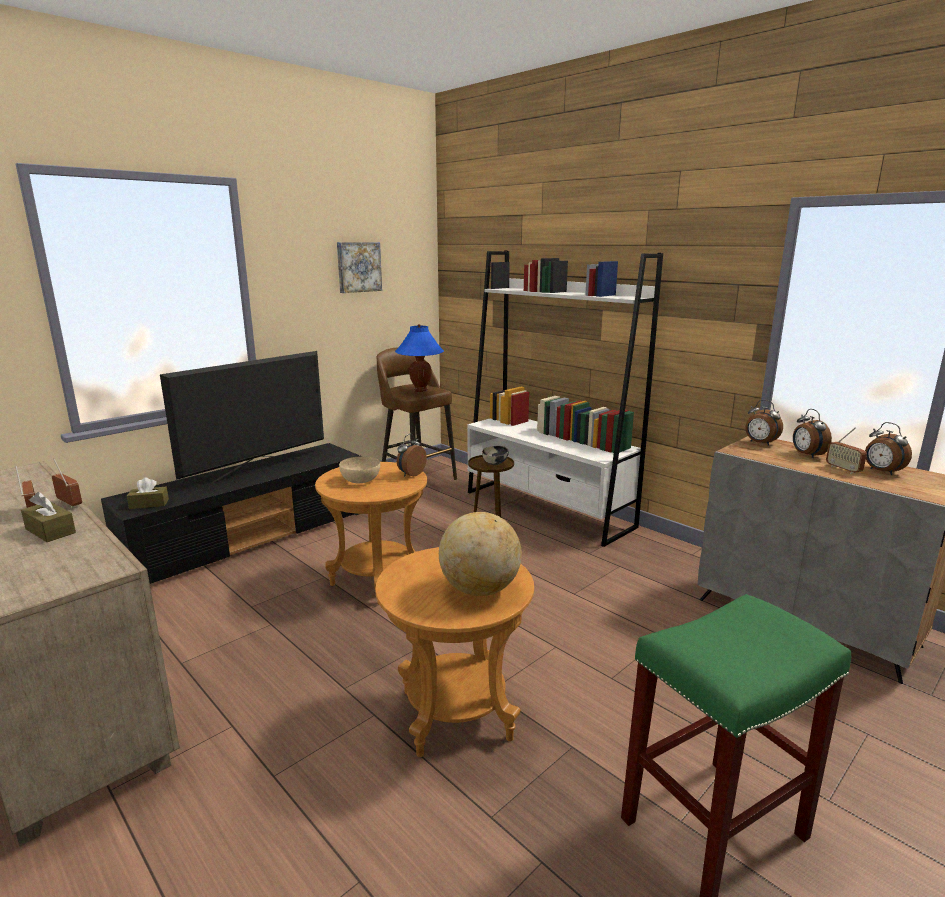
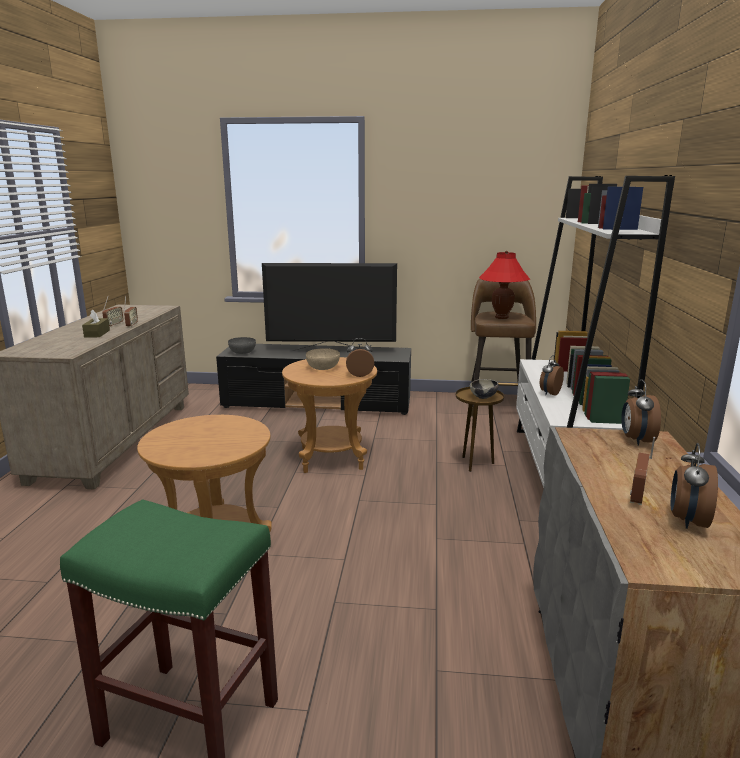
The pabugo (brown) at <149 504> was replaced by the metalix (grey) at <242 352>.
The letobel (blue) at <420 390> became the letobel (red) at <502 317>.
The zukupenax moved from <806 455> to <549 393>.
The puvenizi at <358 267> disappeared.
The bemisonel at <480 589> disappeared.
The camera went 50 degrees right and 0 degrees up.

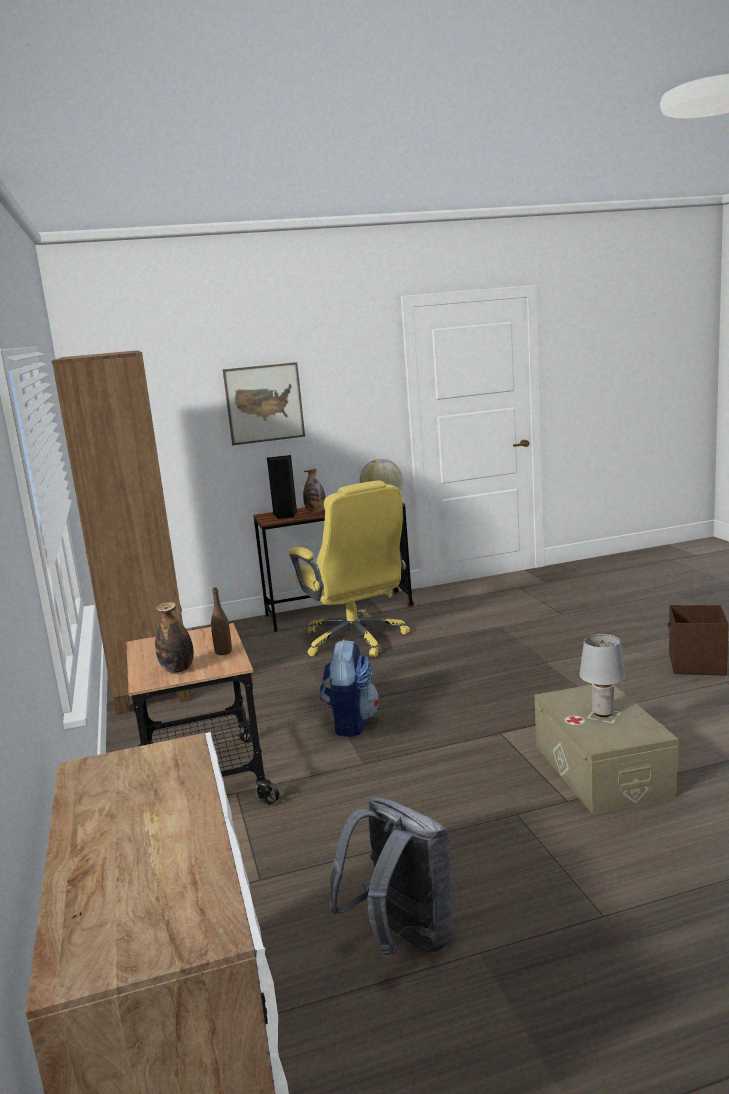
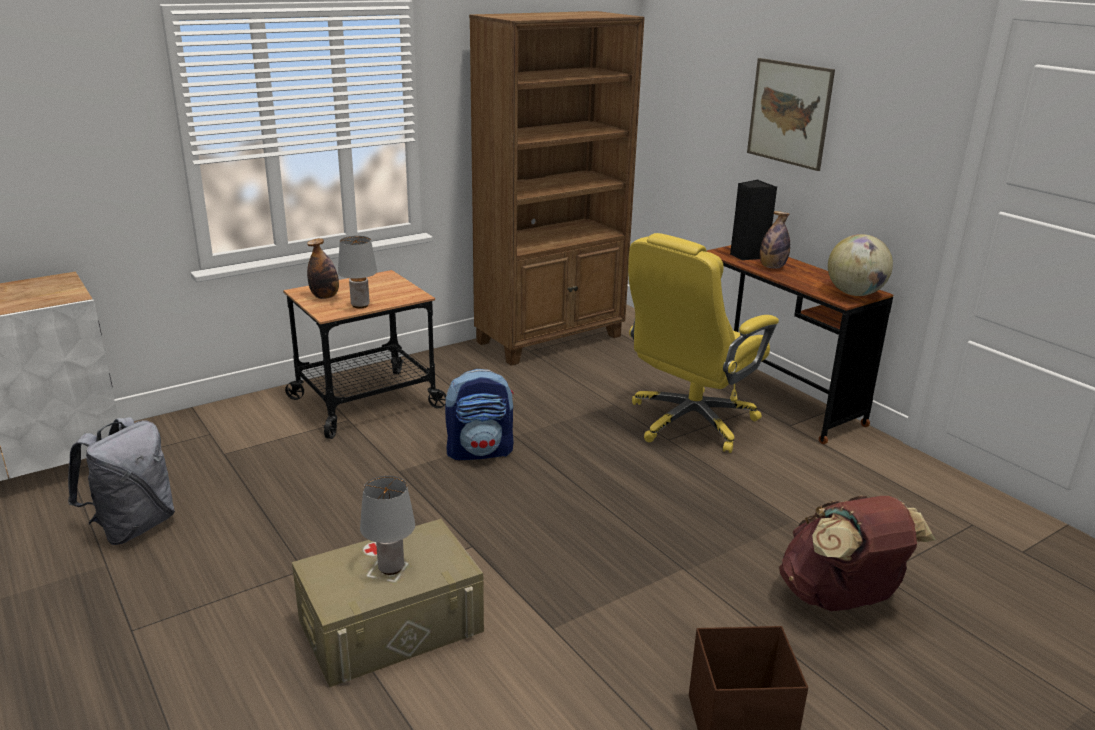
The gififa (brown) at <223 652> was replaced by the letobel (grey) at <360 305>.
The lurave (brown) at <840 599> appeared.
The camera went 70 degrees right and 10 degrees up.

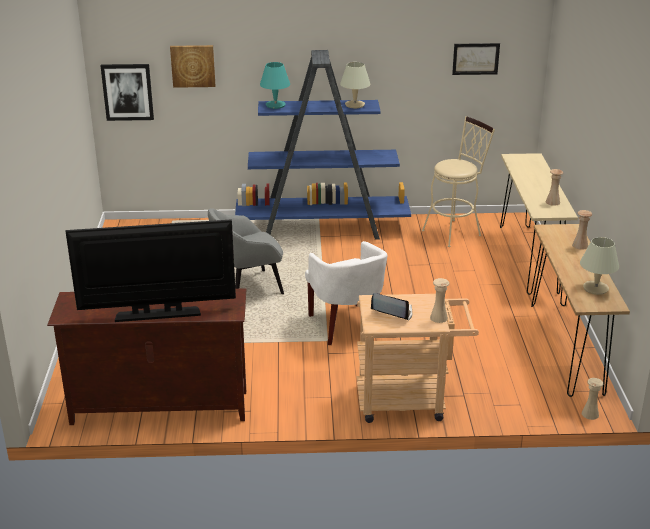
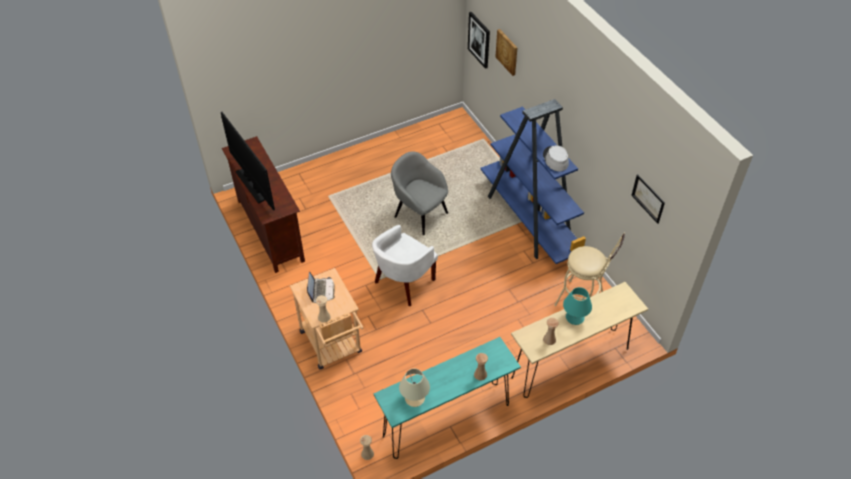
The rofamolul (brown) at <566 348> became the rofamolul (turquoise) at <446 420>.
The letobel (beige) at <355 105> was replaced by the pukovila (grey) at <555 159>.
The letobel (turquoise) moved from <275 105> to <574 317>.
The camera went 65 degrees right and 20 degrees up.

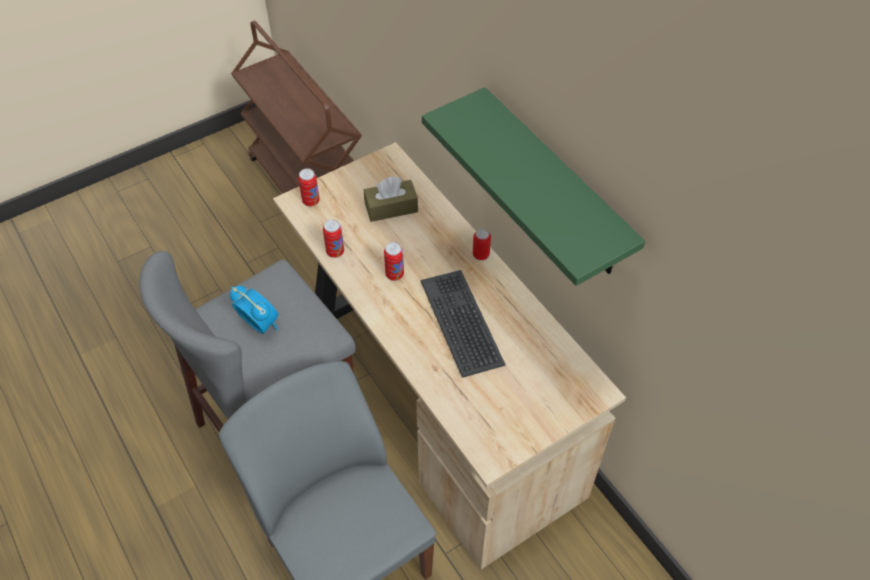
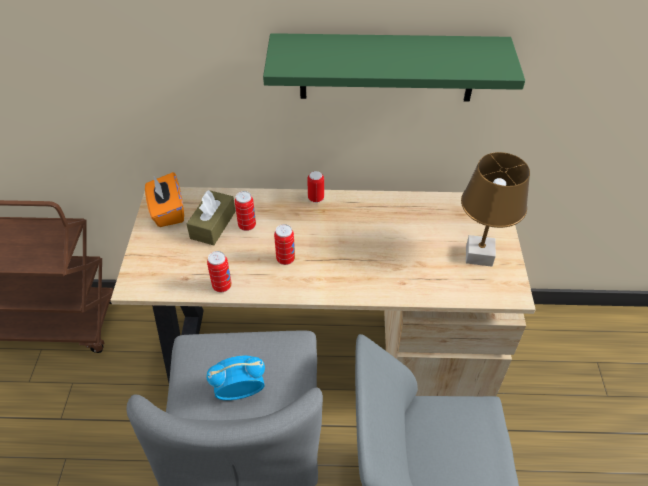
The pabugo (orange) at <167 211> appeared.
The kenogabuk moved from <311 201> to <247 226>.
The letobel (brown) at <478 256> appeared.
The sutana at <462 322> disappeared.
The camera went 55 degrees left and 5 degrees down.

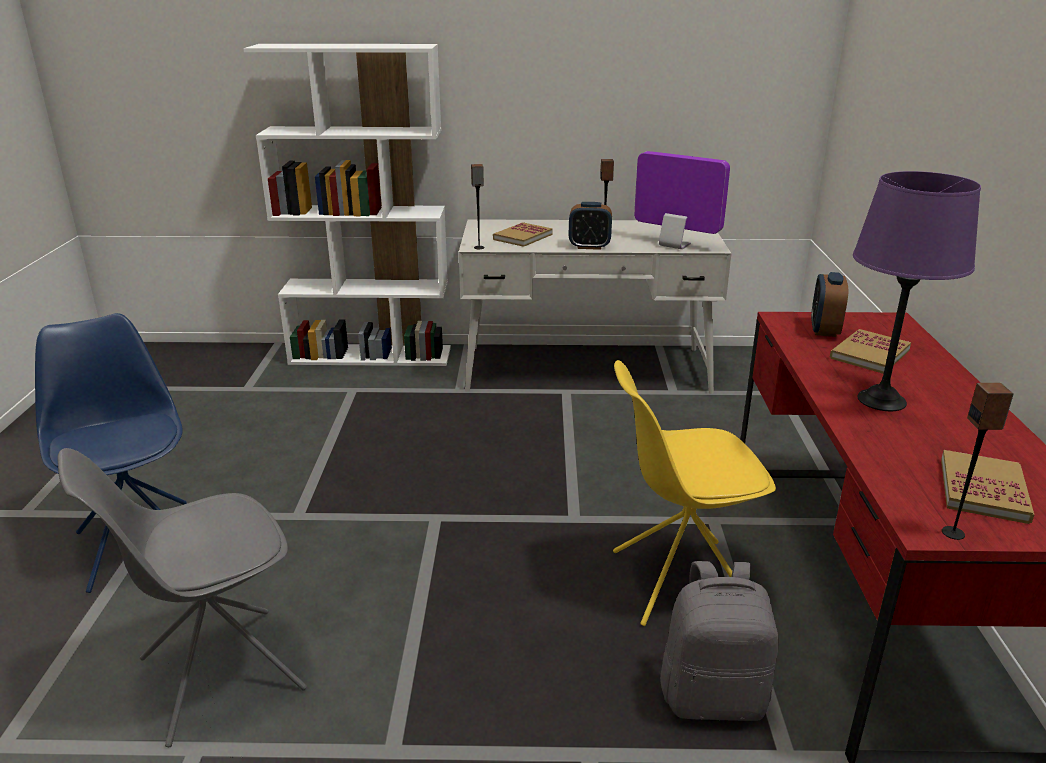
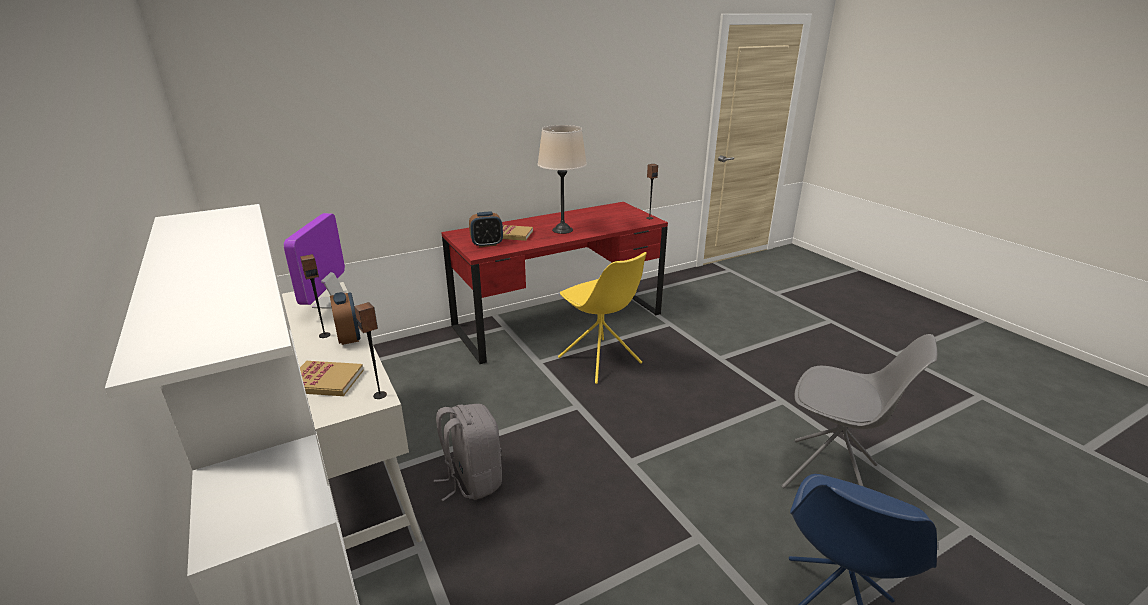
The lurave (grey) moved from <713 696> to <472 480>.
The letobel (purple) at <881 400> became the letobel (beige) at <562 230>.
The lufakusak at <983 490> disappeared.
The camera went 120 degrees left and 0 degrees up.

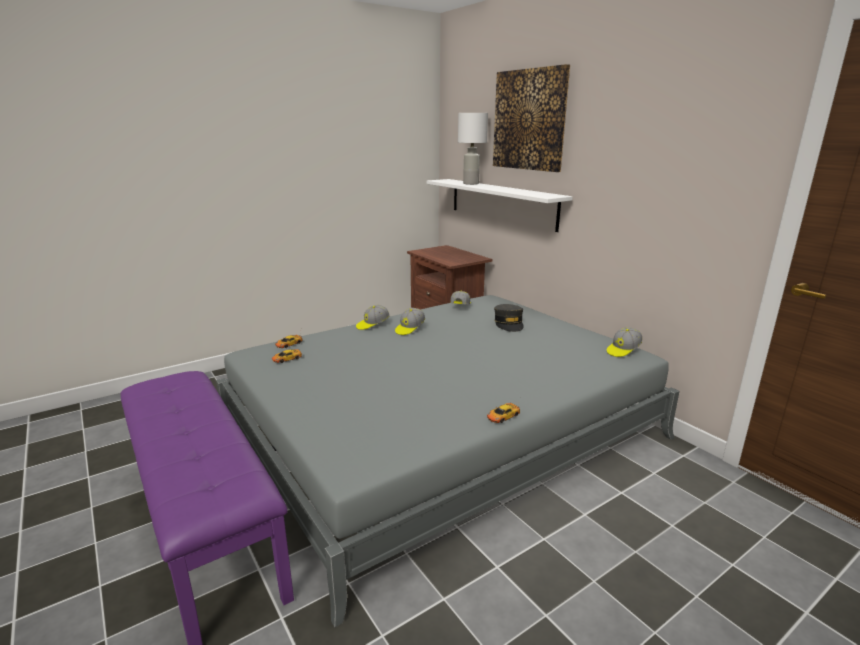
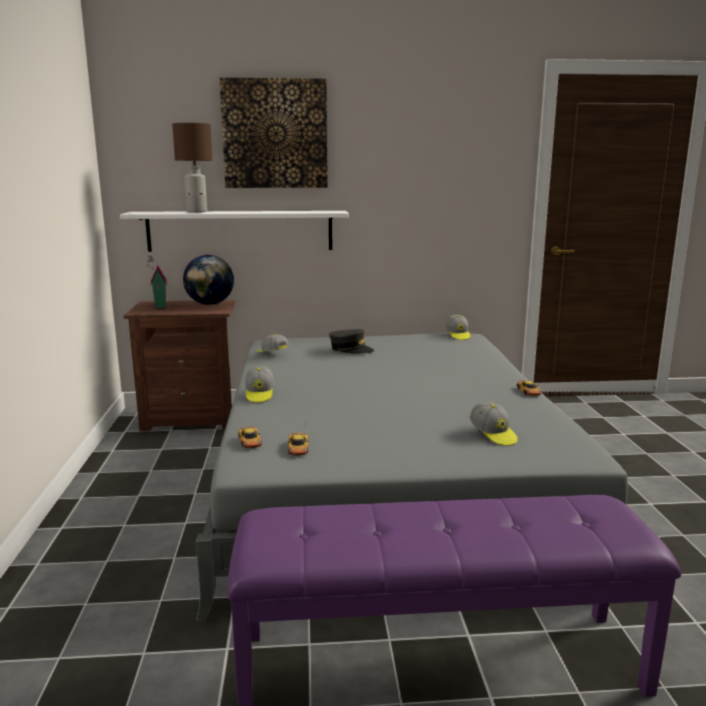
The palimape at <159 306> appeared.
The letobel (white) at <471 184> became the letobel (brown) at <197 212>.
The bemisonel at <210 304> appeared.
The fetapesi moved from <409 329> to <493 435>.
The camera went 60 degrees left and 5 degrees down.

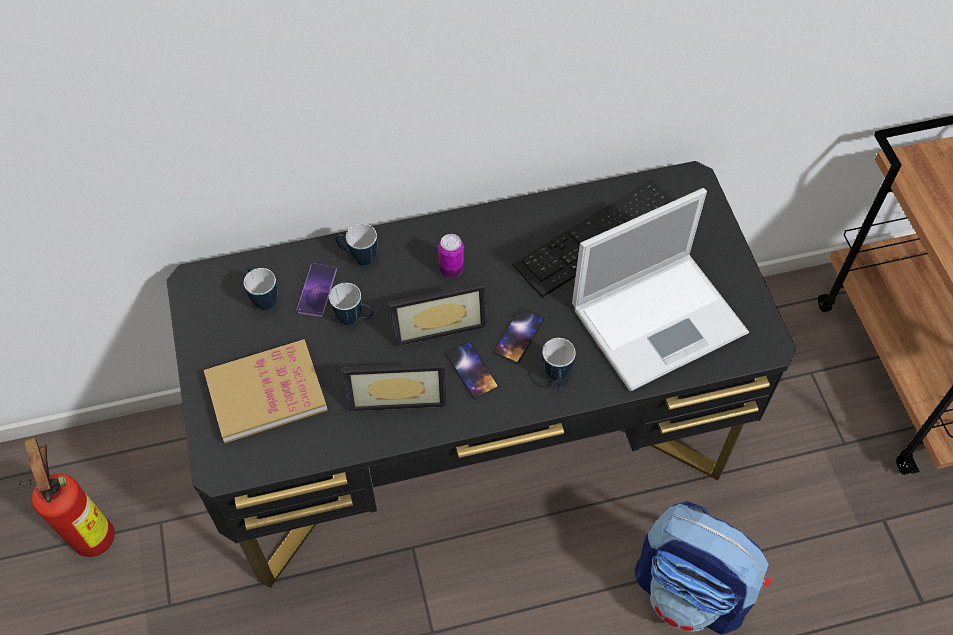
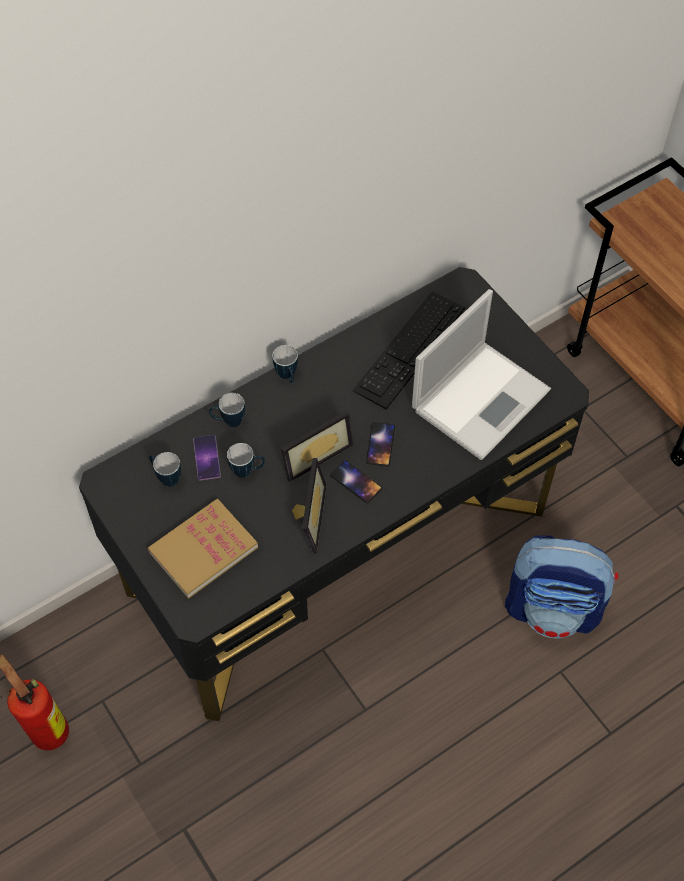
The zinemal moved from <556 378> to <287 377>.
The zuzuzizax at <397 393> turned 60 degrees counterclockwise.
The kenogabuk at <451 269> disappeared.
The camera went 20 degrees left and 0 degrees up.

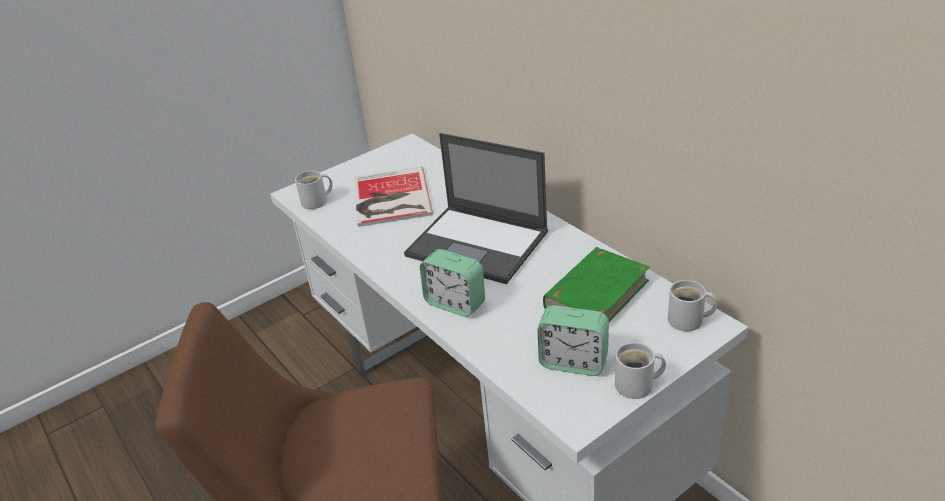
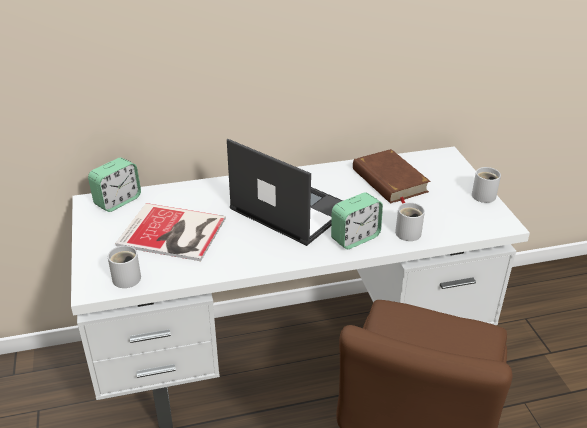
The zukupenax moved from <573 362> to <118 201>.
The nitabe at <479 244> turned 105 degrees counterclockwise.
The lufakusak (green) at <595 294> became the lufakusak (brown) at <389 181>.
The zinemal (white) moved from <689 321> to <410 232>.
The camera went 70 degrees left and 0 degrees up.

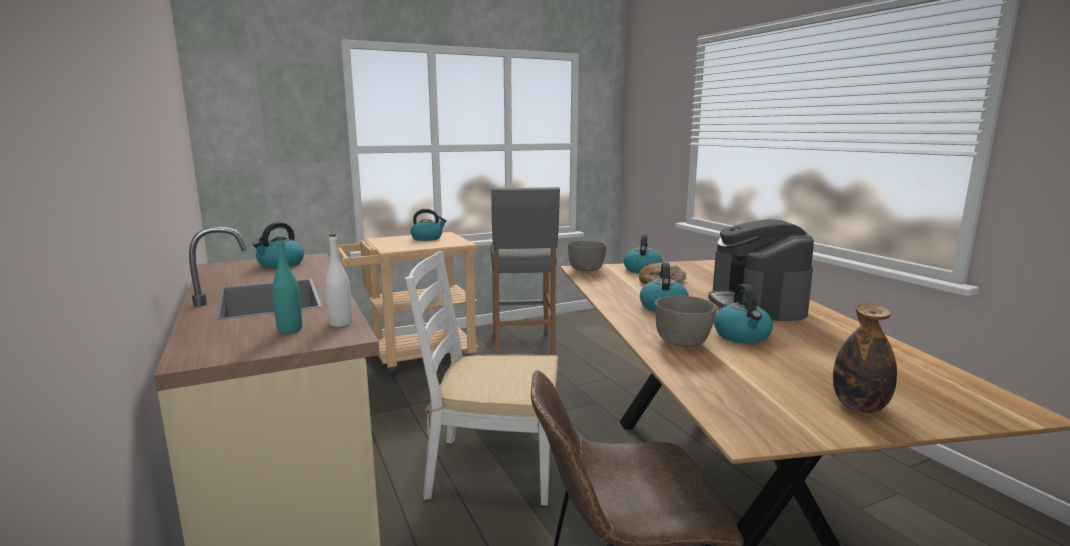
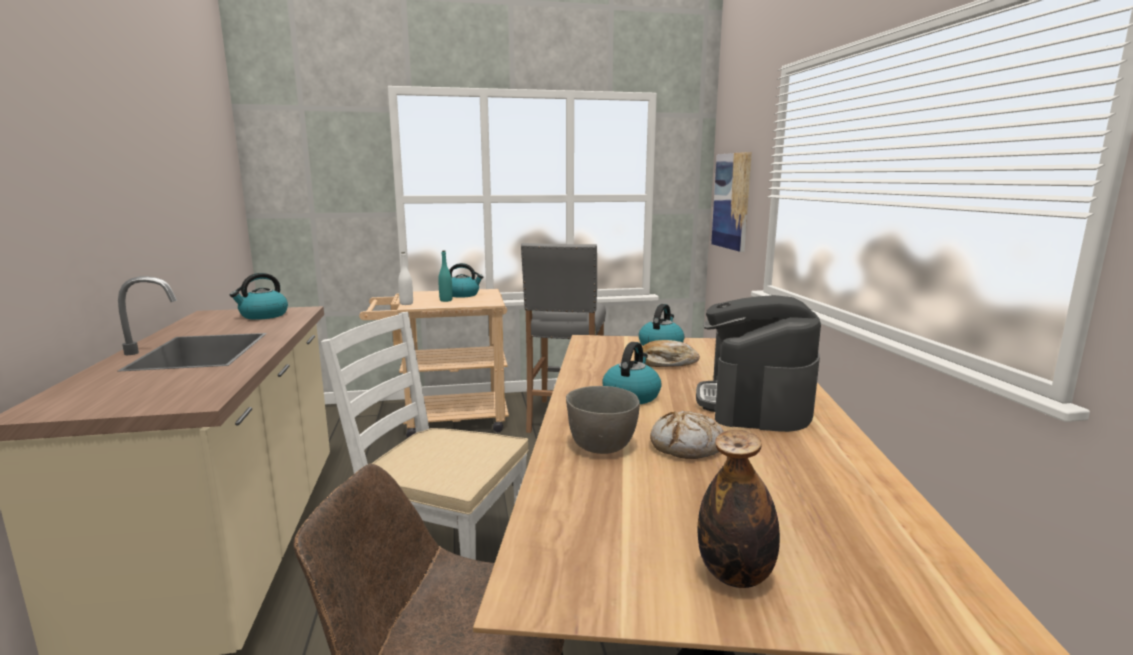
The gififa (white) moved from <340 323> to <406 304>.
The gififa (turquoise) moved from <290 330> to <446 300>.
The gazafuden at <742 336> was replaced by the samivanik at <687 446>.
The puvenizi at <731 201> appeared.
The metalix (grey) at <586 269> disappeared.
The camera went 15 degrees right and 0 degrees up.

